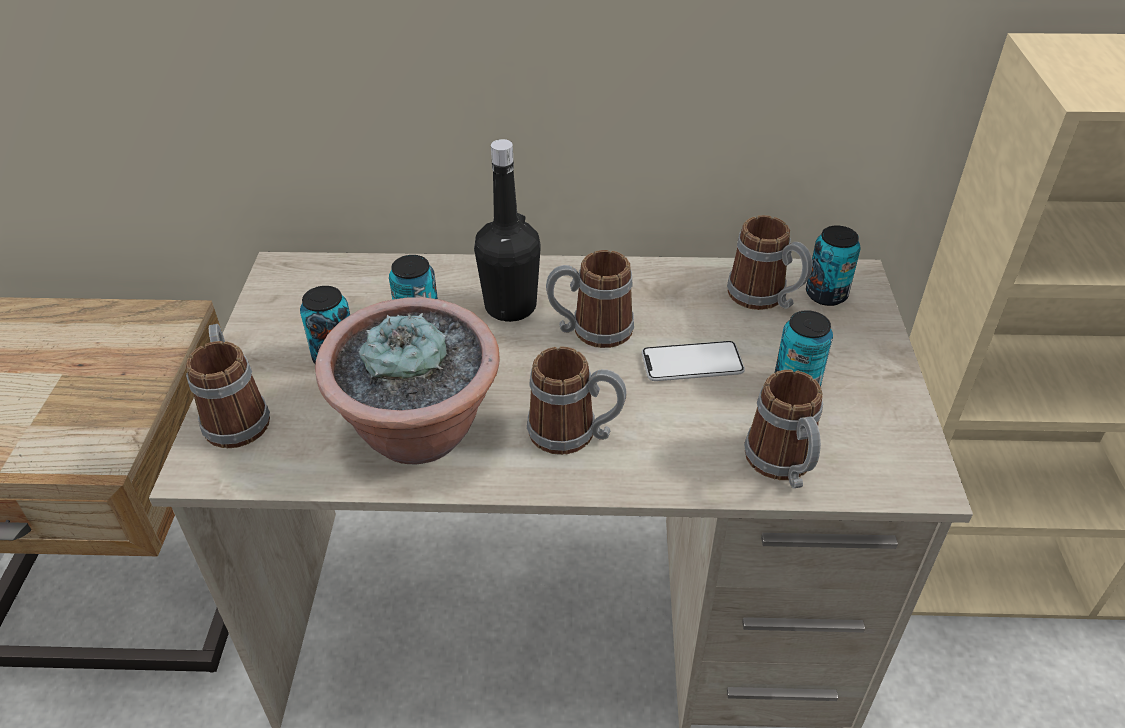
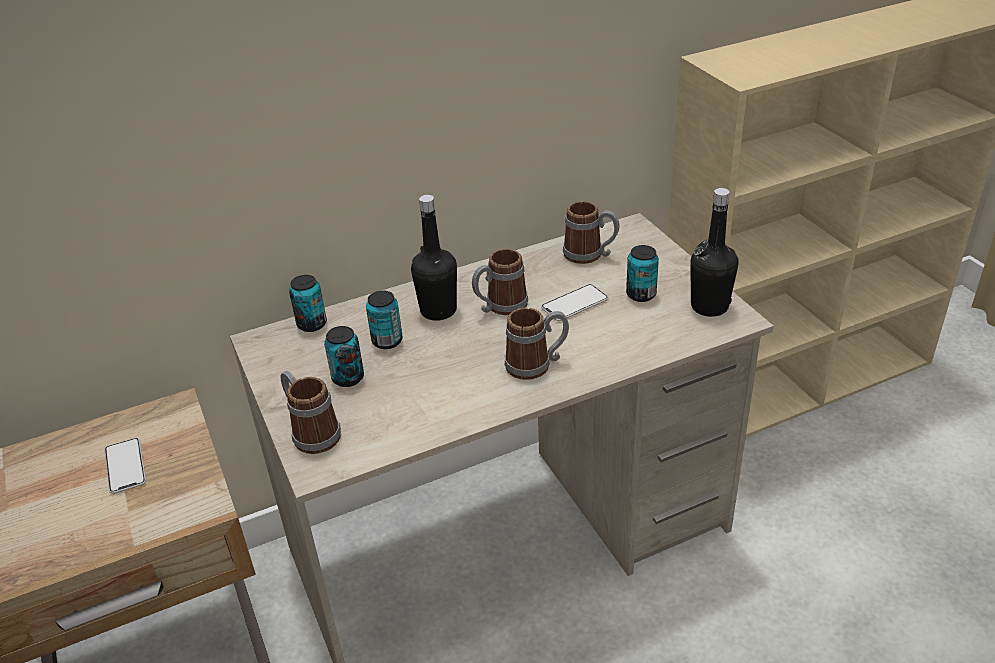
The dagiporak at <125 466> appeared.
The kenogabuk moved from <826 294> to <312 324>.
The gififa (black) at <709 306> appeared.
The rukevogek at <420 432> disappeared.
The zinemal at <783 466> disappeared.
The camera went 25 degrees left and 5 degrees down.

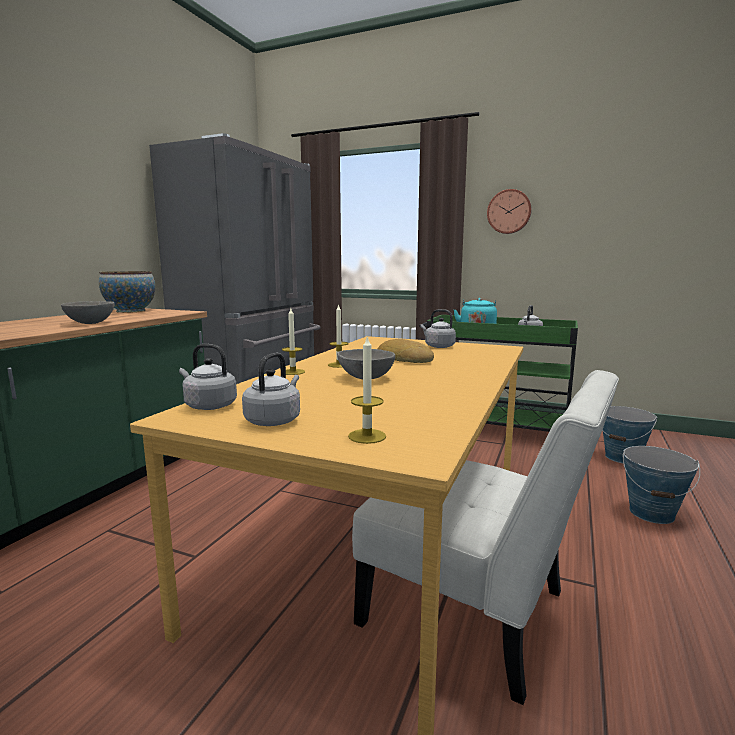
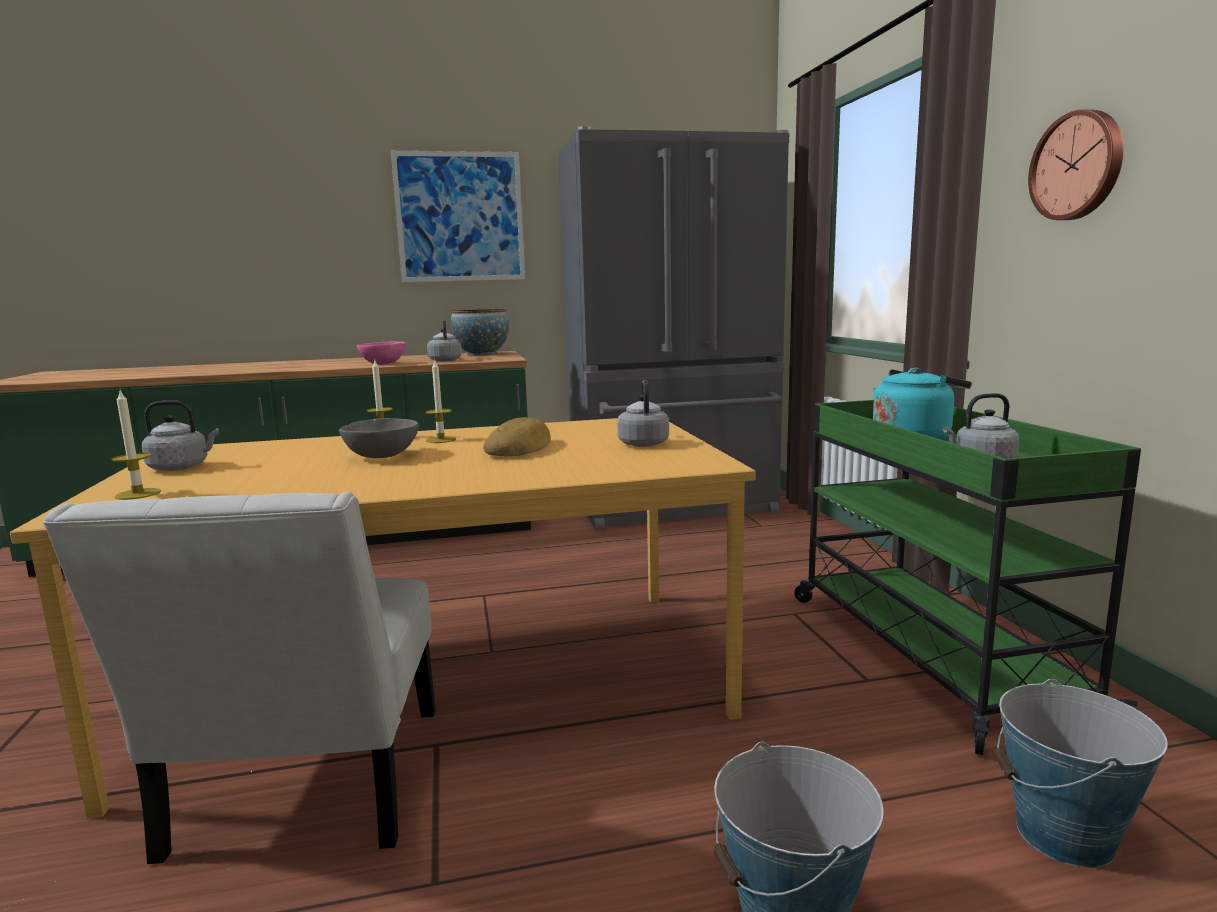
The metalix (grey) at <90 323> became the metalix (pink) at <383 364>.
The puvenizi at <460 217> appeared.
The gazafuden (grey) moved from <208 406> to <445 360>.
The camera went 55 degrees right and 0 degrees up.

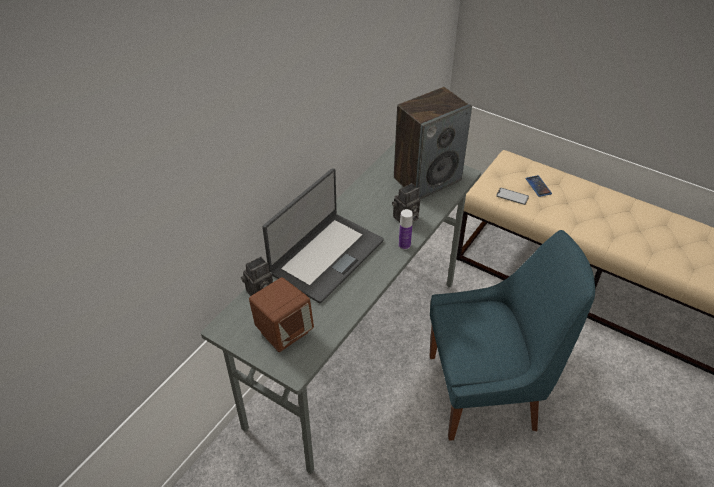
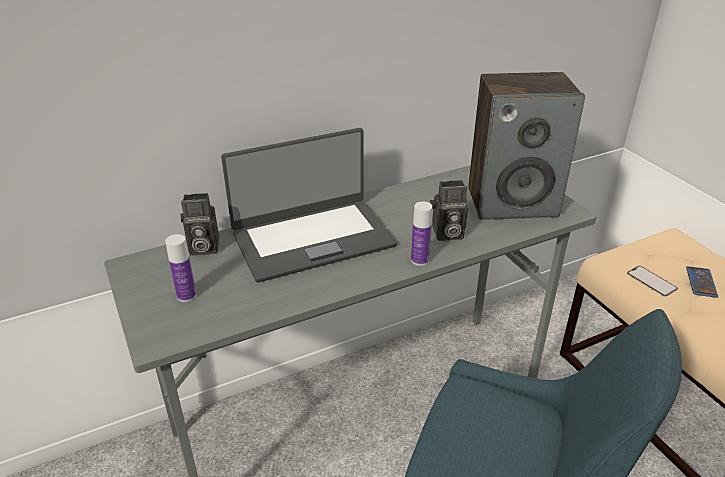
The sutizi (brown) at <284 332> was replaced by the gififa at <186 295>.
The camera went 30 degrees right and 10 degrees down.

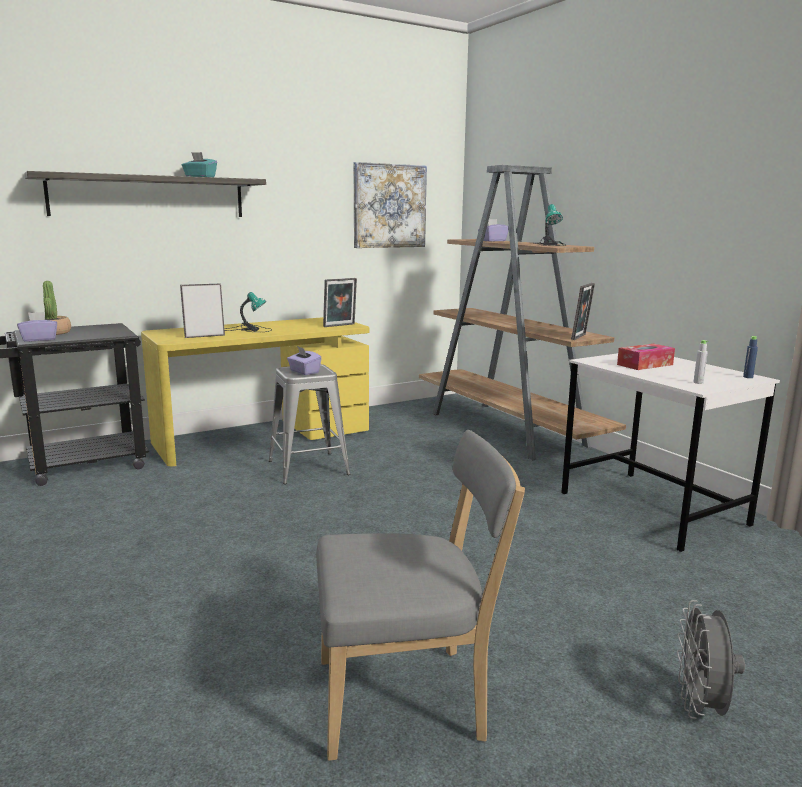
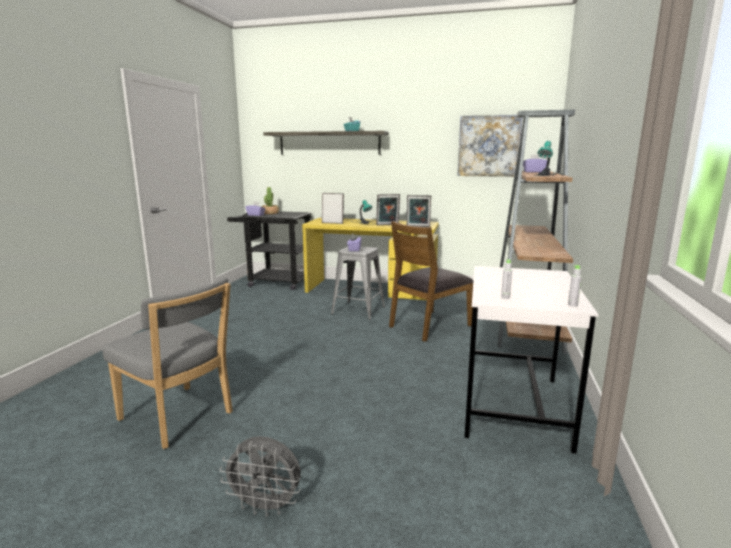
The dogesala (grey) at <701 707> turned 135 degrees counterclockwise.
The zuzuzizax moved from <581 337> to <387 225>.
The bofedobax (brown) at <429 325> appeared.
The gififa (blue) at <748 377> became the gififa (grey) at <572 305>.
The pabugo at <645 364> disappeared.
The camera went 45 degrees right and 0 degrees up.

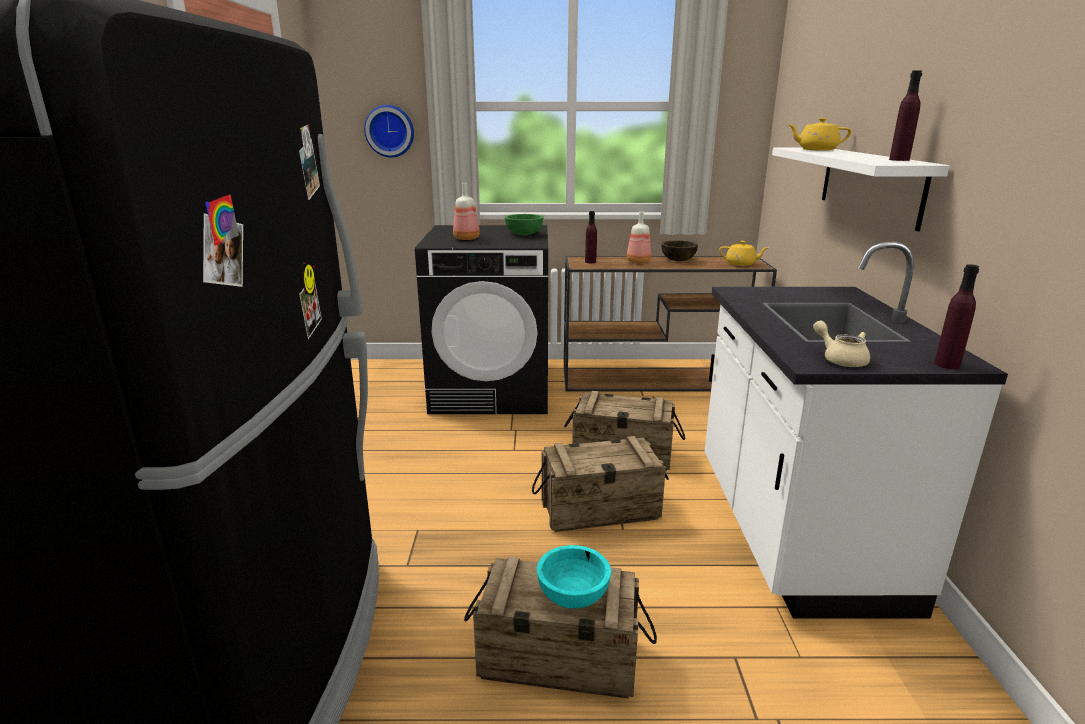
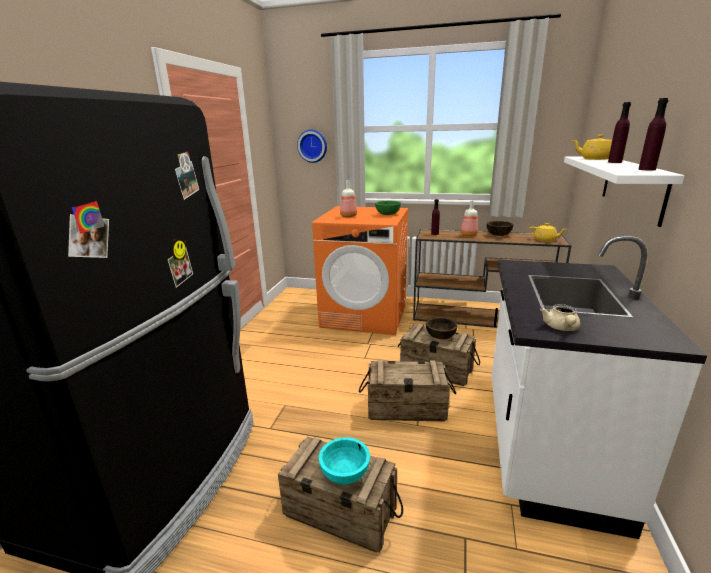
The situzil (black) at <492 391> became the situzil (orange) at <365 315>.
The metalix (brown) at <440 336> appeared.
The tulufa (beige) at <840 359> turned 150 degrees counterclockwise.
The gififa (purple) moved from <947 364> to <614 162>.
The camera went 15 degrees right and 0 degrees up.

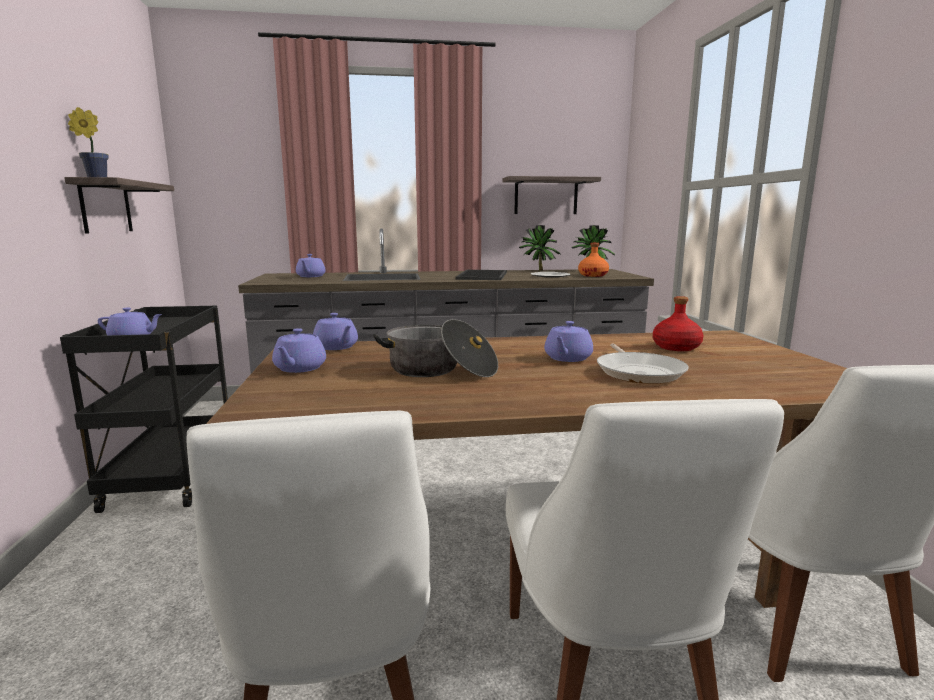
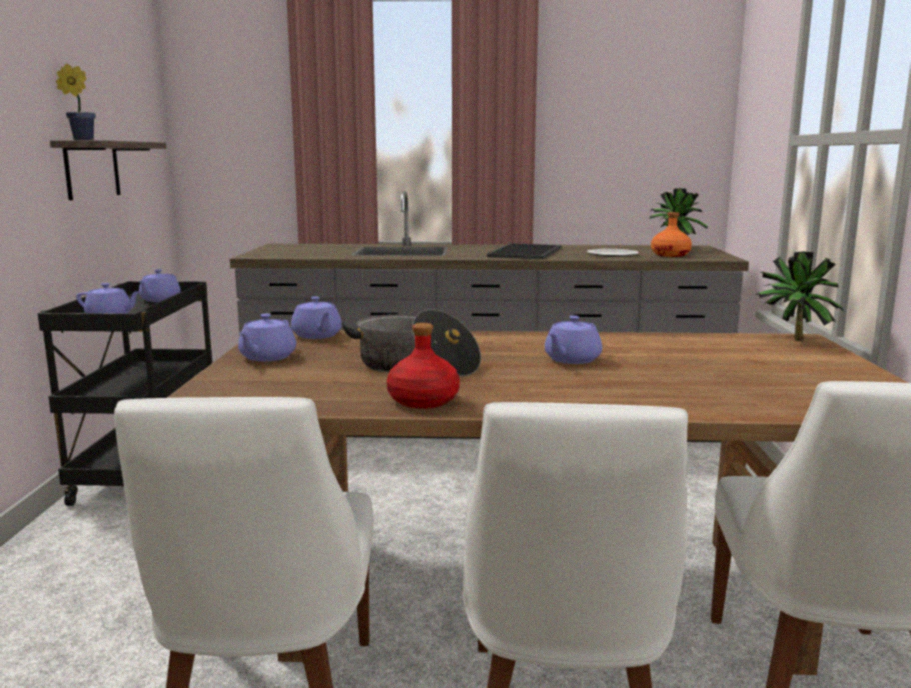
The tulufa (purple) moved from <310 276> to <159 300>.
The gififa (red) moved from <677 347> to <424 401>.
The rukevogek moved from <537 270> to <792 340>.
The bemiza at <546 196> disappeared.
The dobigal at <638 372> disappeared.
The camera went 10 degrees right and 0 degrees up.

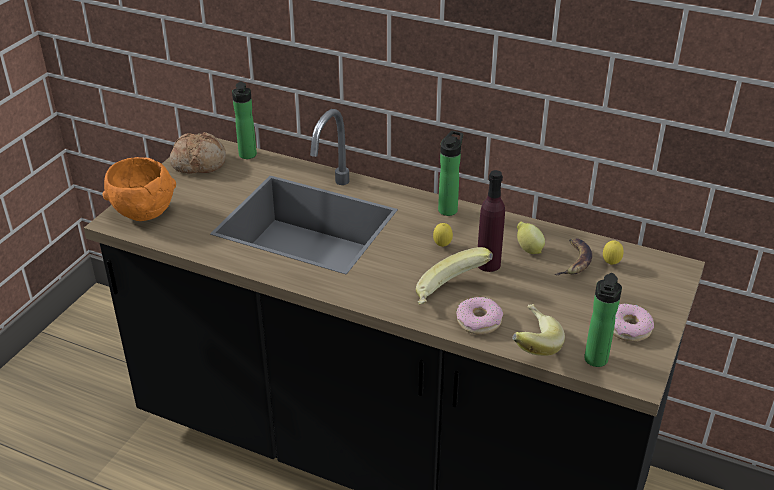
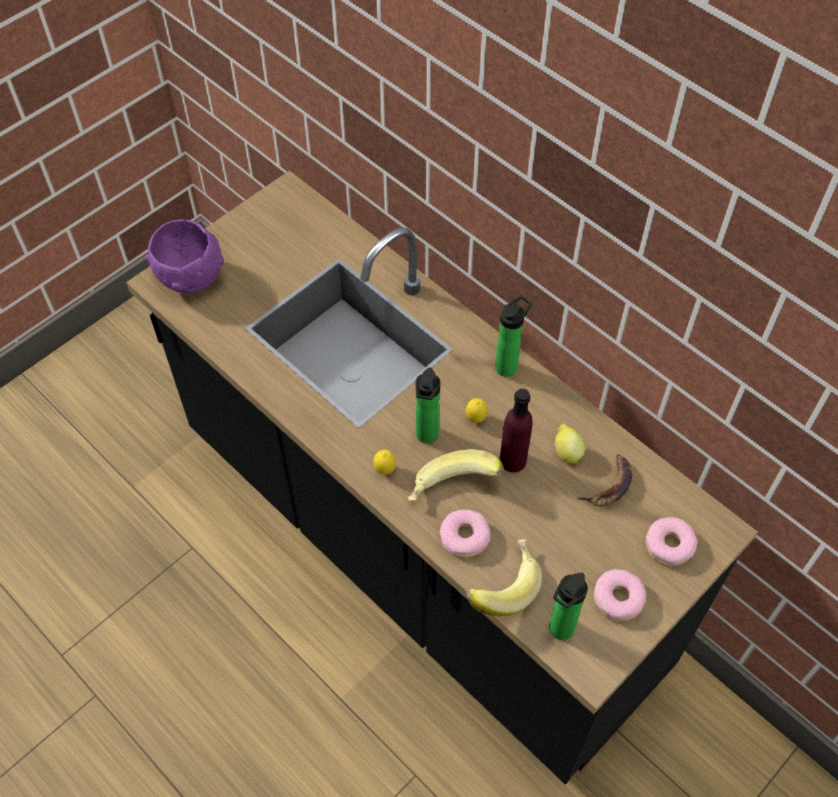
The metalix (orange) at <143 212> became the metalix (purple) at <190 277>.
The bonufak moved from <611 264> to <385 470>.
The gififa moved from <247 156> to <426 437>.
The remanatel at <669 544> appeared.
The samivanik at <199 162> disappeared.
The camera went 20 degrees right and 20 degrees up.

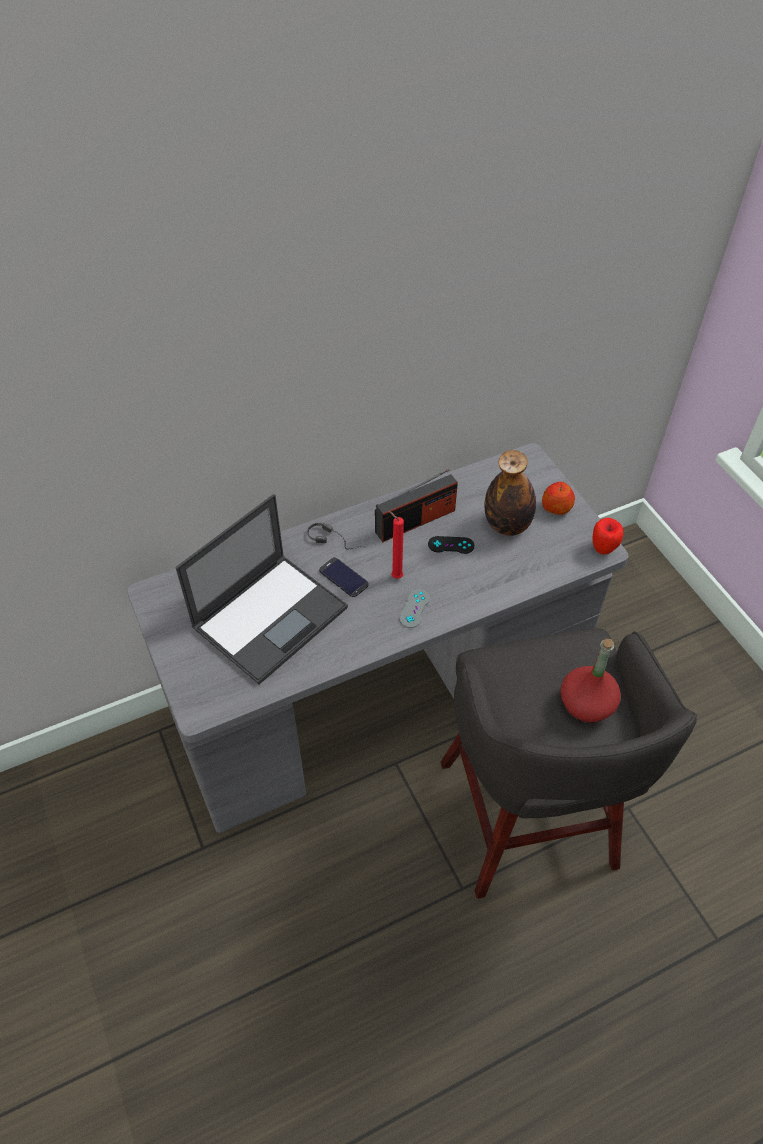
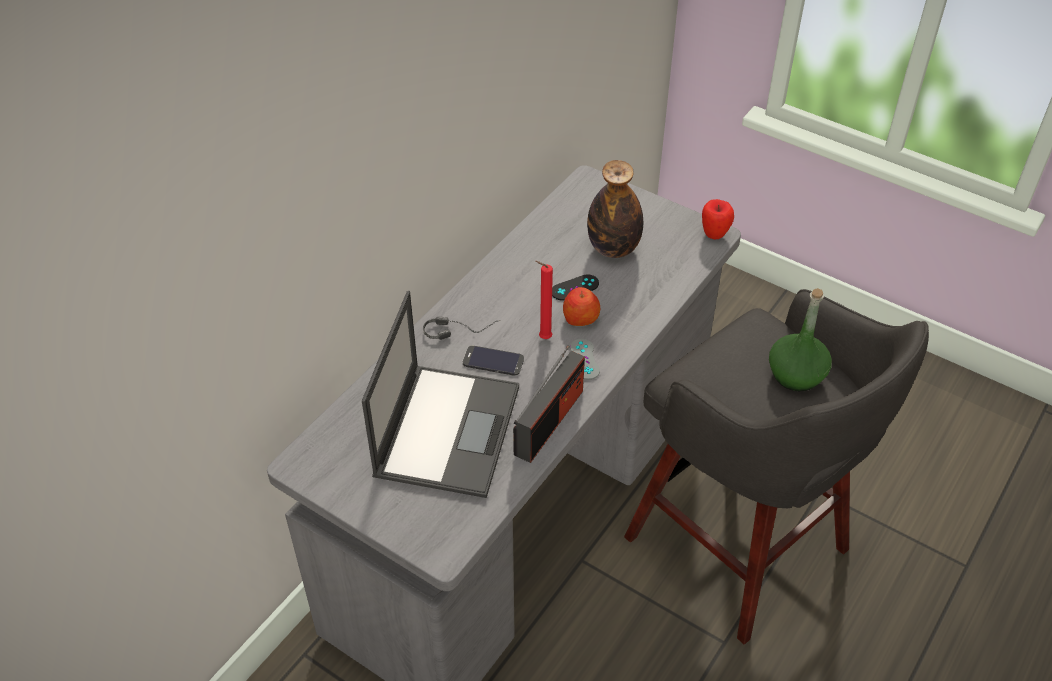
The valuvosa moved from <415 521> to <549 422>.
The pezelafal moved from <556 507> to <580 318>.
The gififa (red) at <586 704> became the gififa (green) at <796 375>.
The camera went 30 degrees left and 5 degrees down.

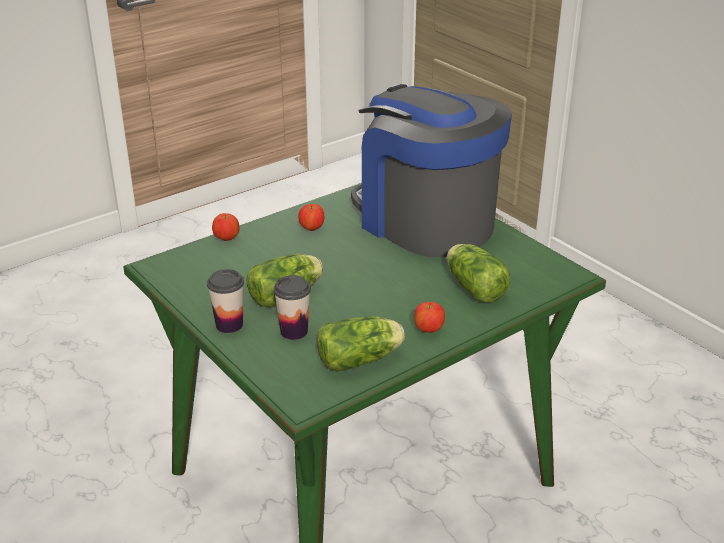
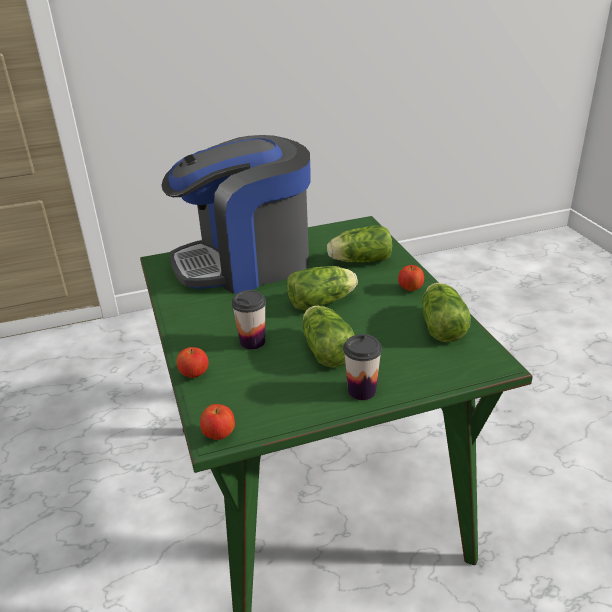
The pezelafal moved from <312 228> to <219 435>.
The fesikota moved from <294 331> to <252 342>.
The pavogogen at <323 302> appeared.
The camera went 70 degrees left and 0 degrees up.

